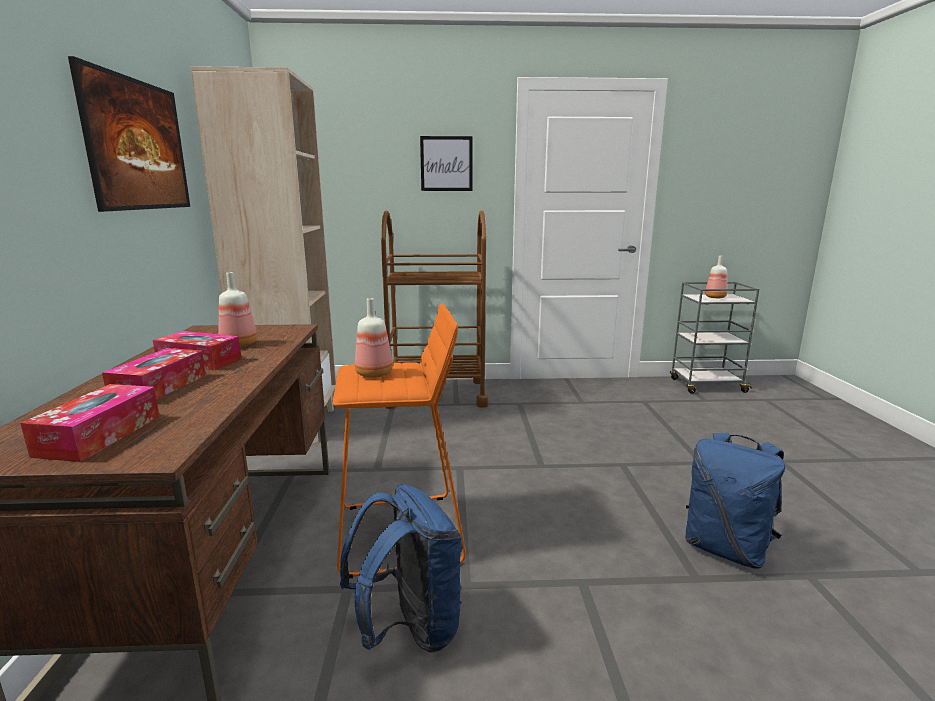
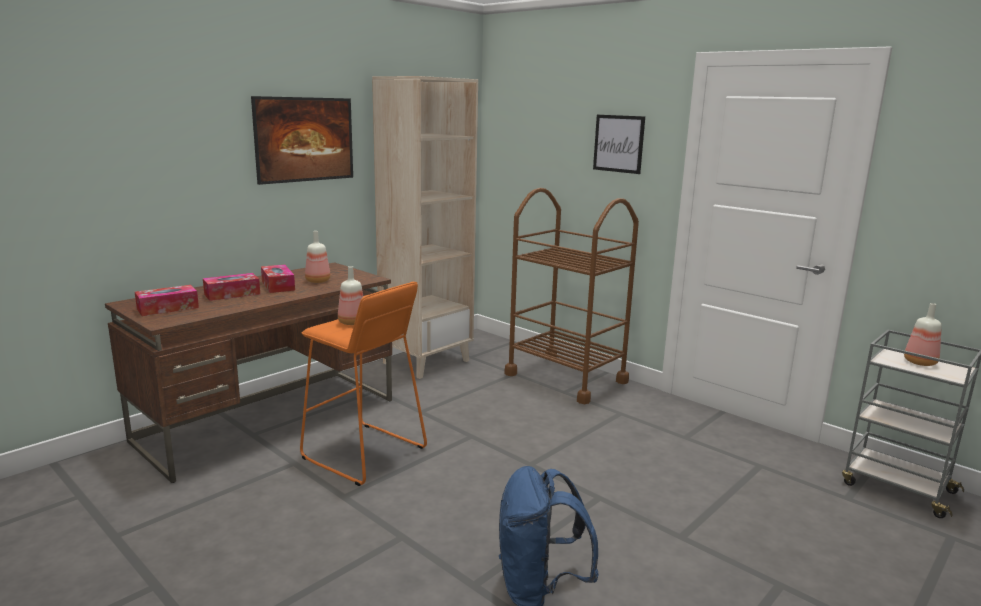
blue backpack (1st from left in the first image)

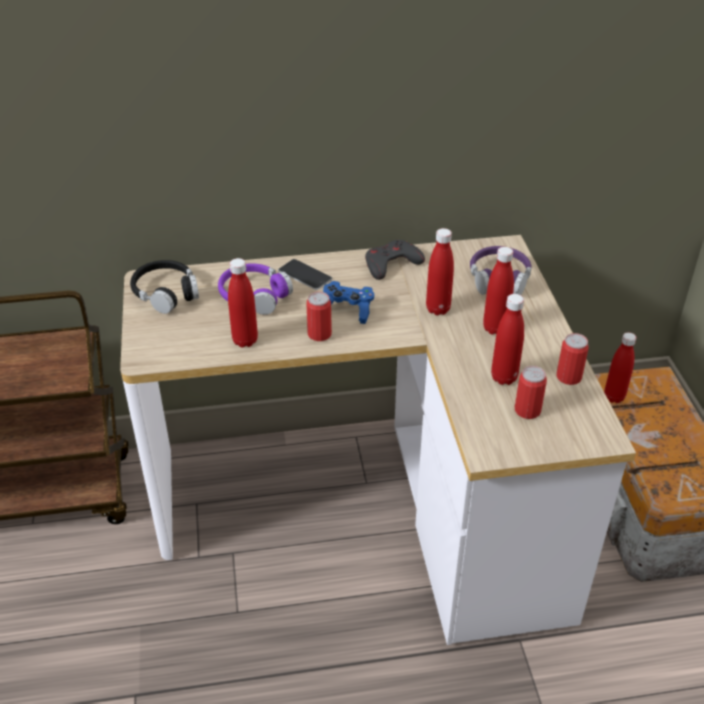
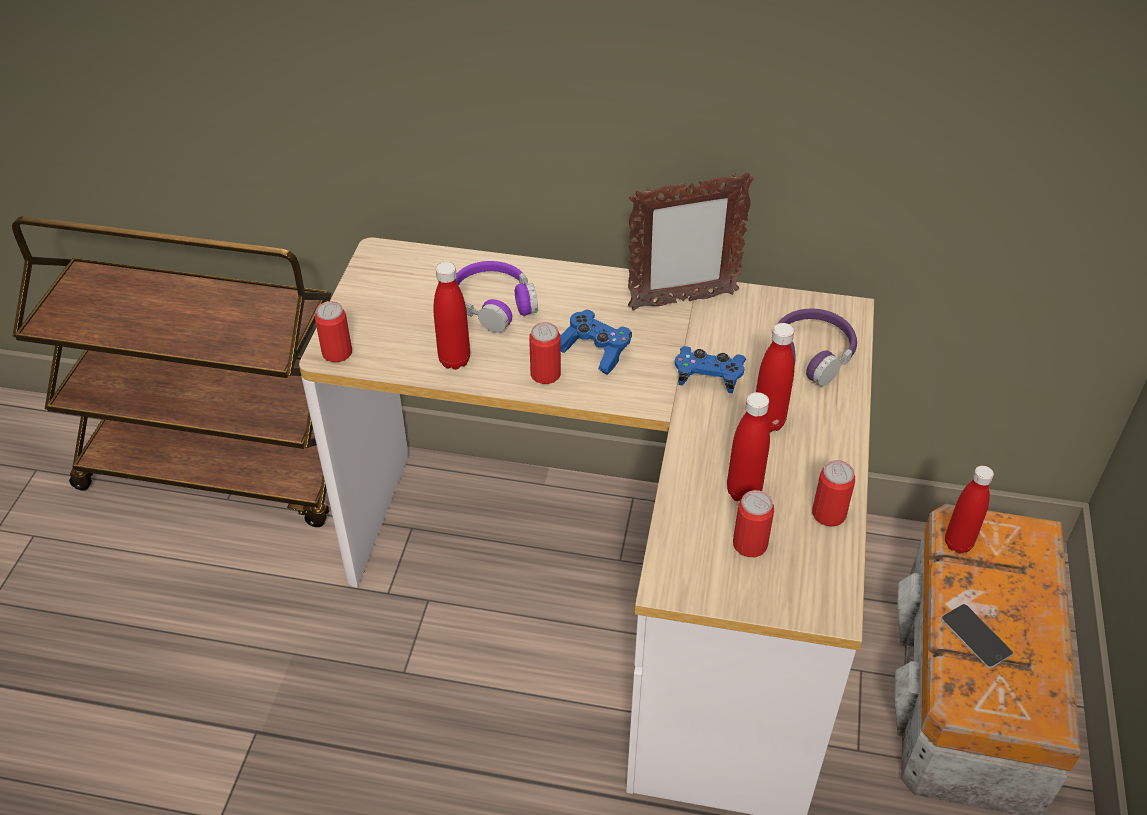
blue game controller (2nd from left)
picture frame
phone
black headphones
can (1st from left)

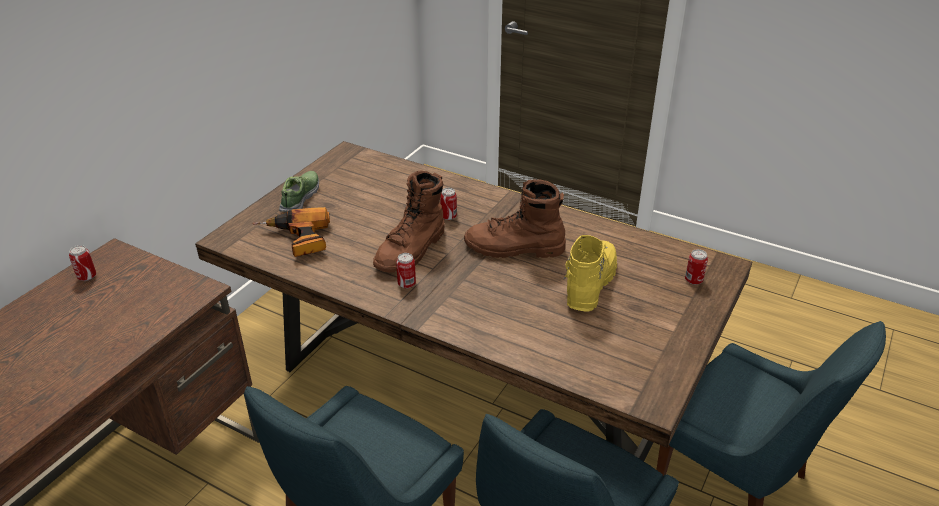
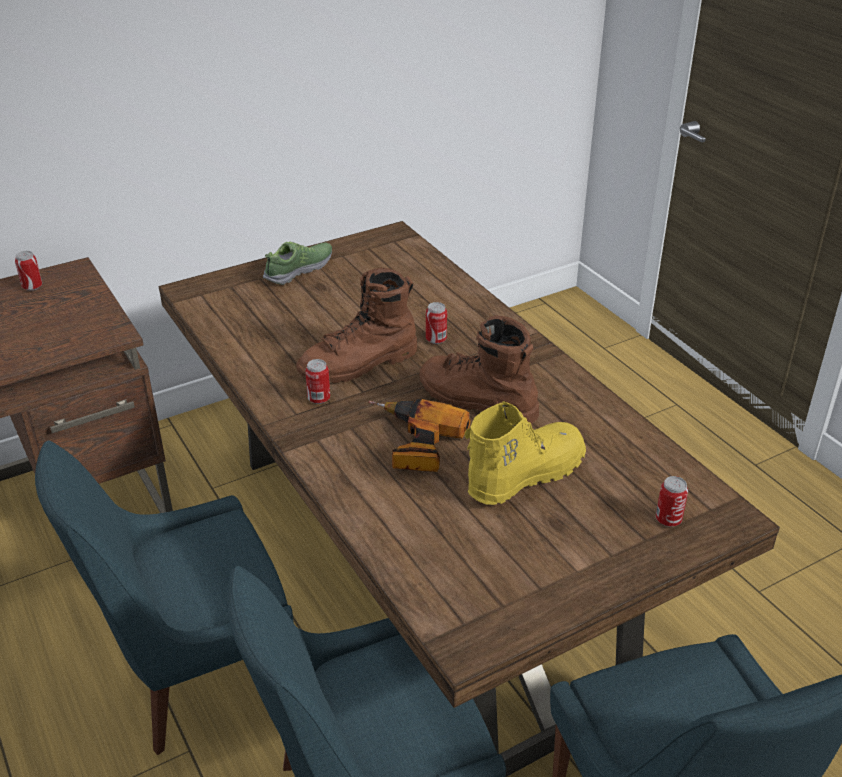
power drill

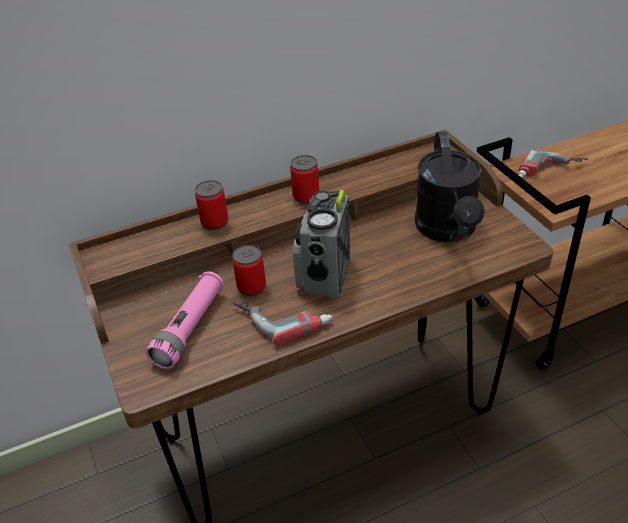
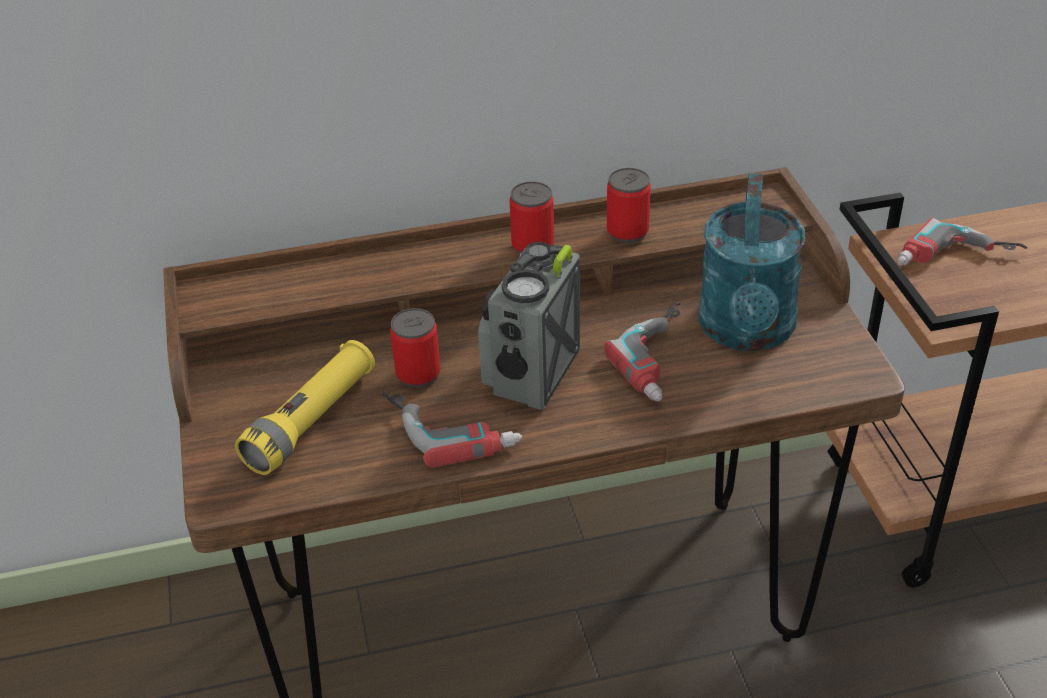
turquoise watering can
can (3rd from left)
yellow flashlight
power drill (2nd from left)

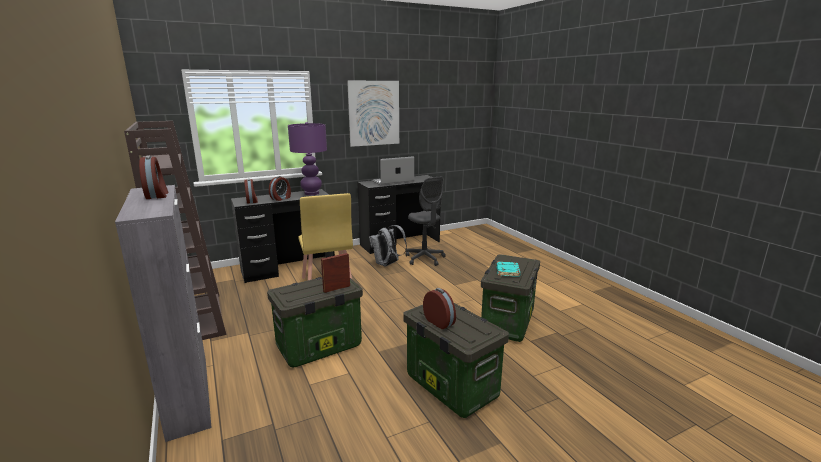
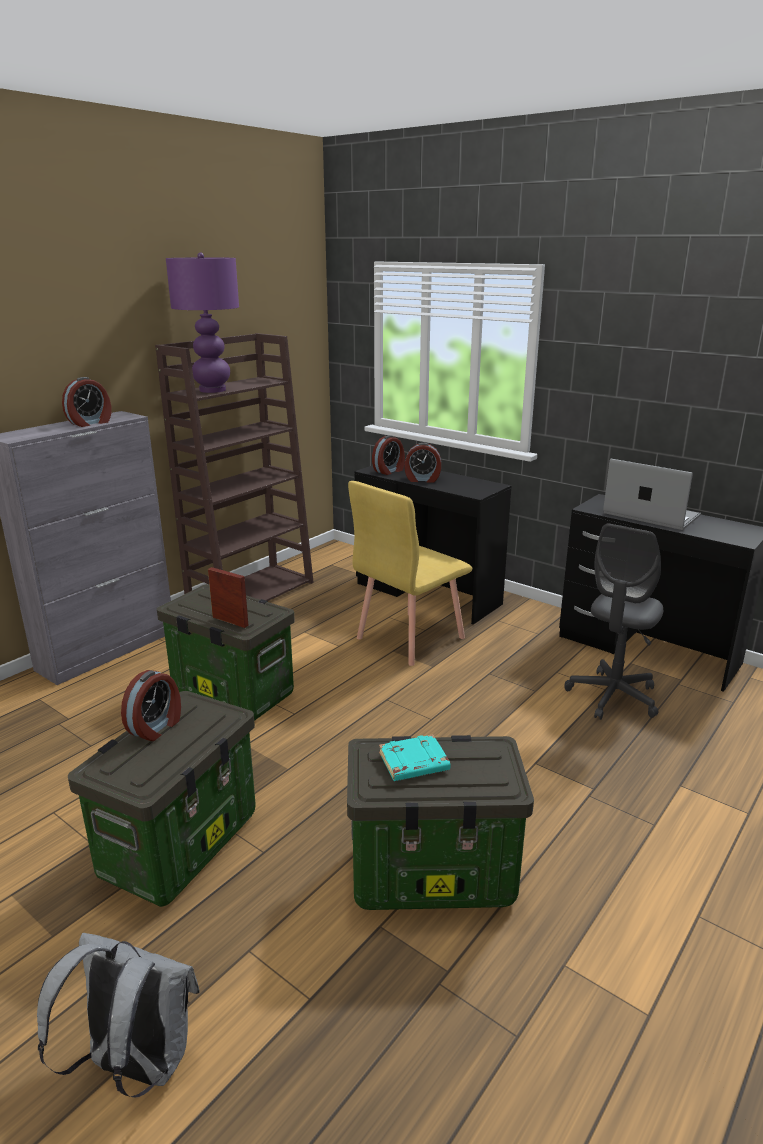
picture
purple table lamp
grey backpack

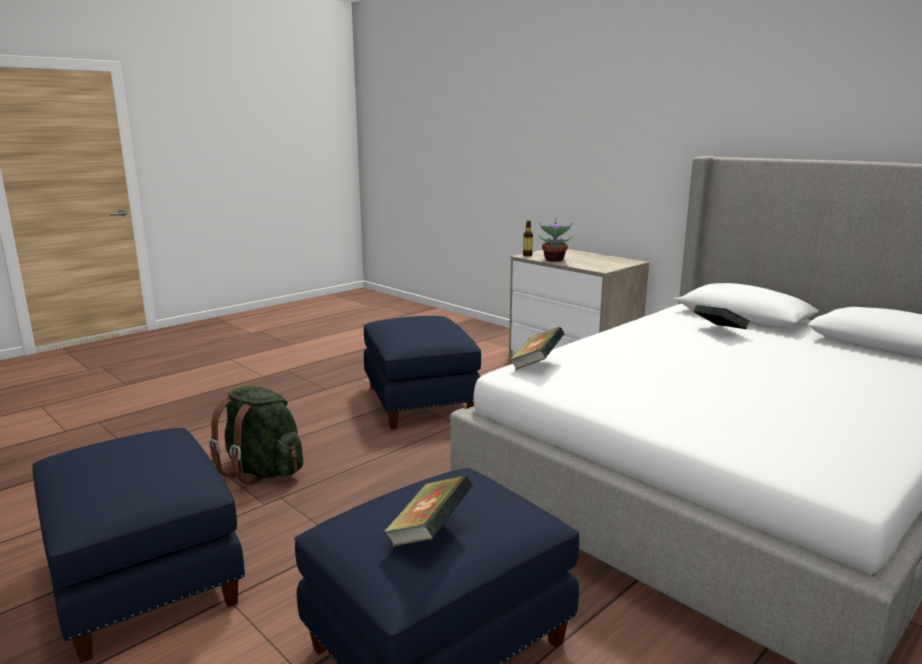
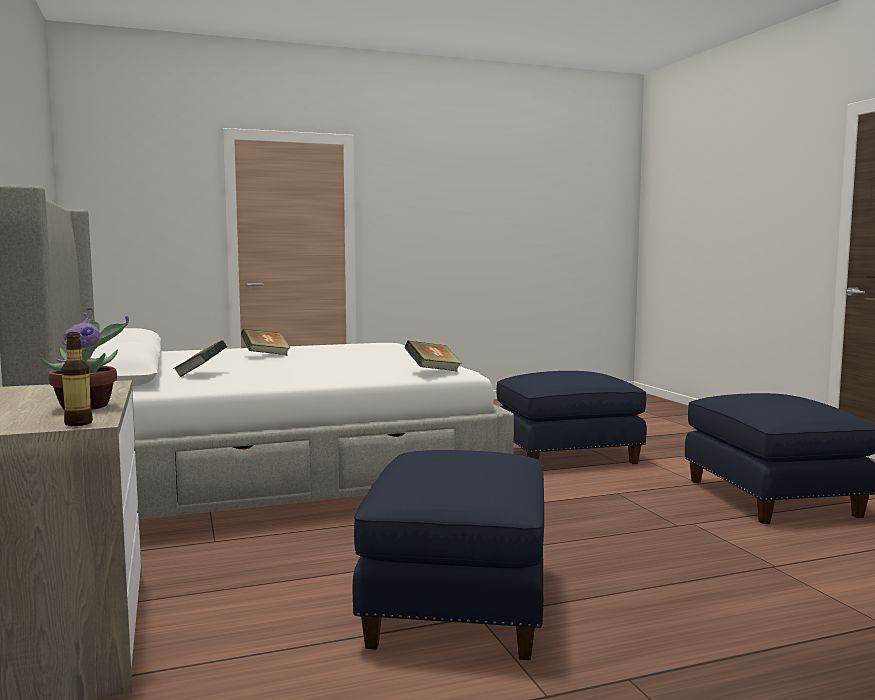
green backpack
book (2nd from left)

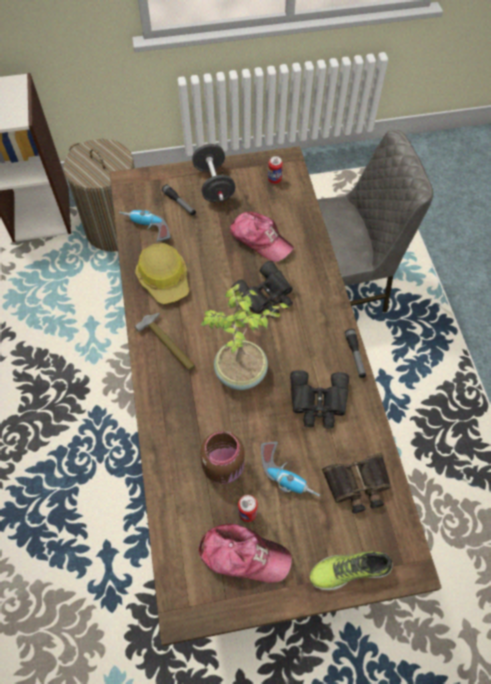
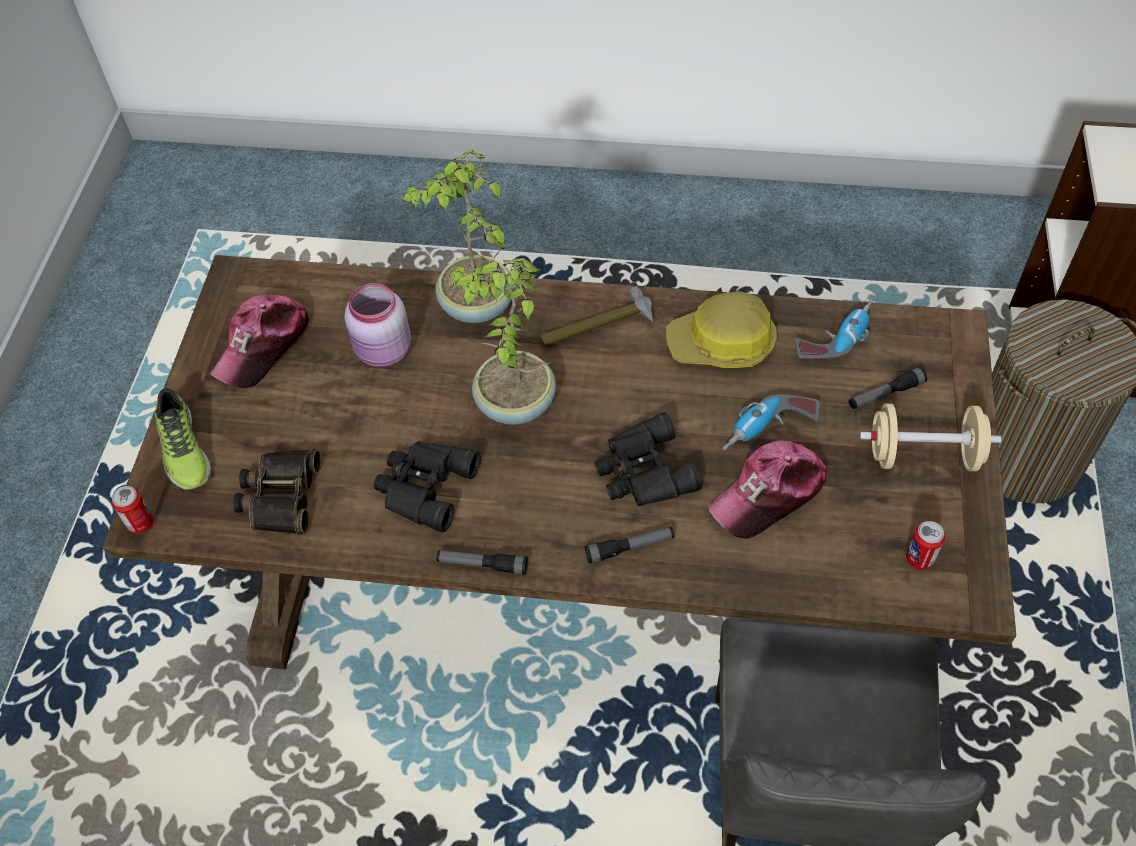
beige dumbbell
pink jar
power drill (1st from left)
can (1st from left)
shoe
potted plant (1st from left)
flashlight (2nd from left)

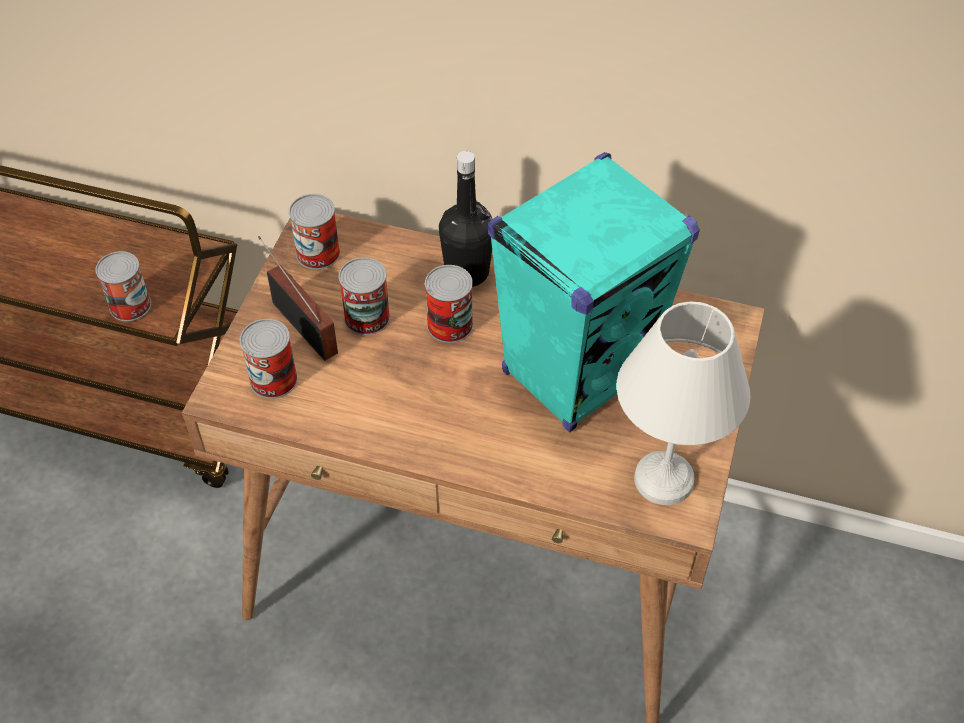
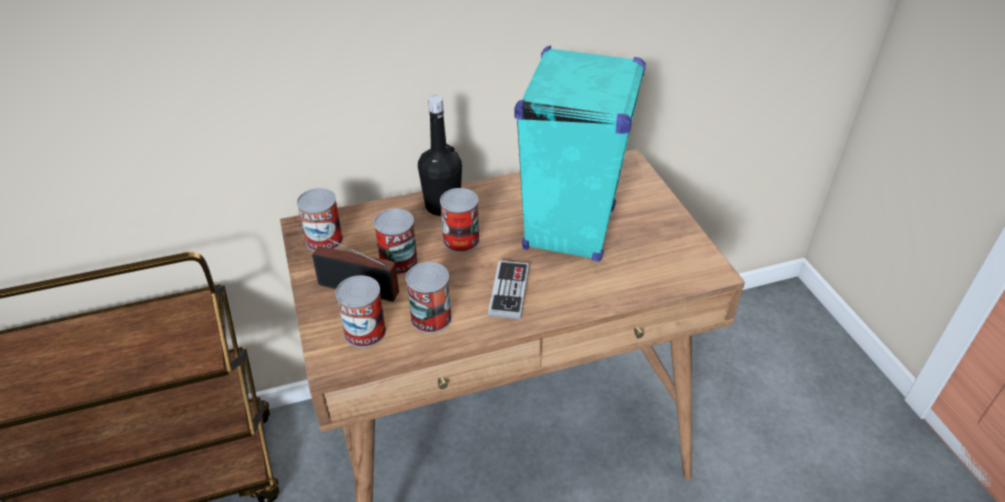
can (4th from left)
white table lamp
game controller

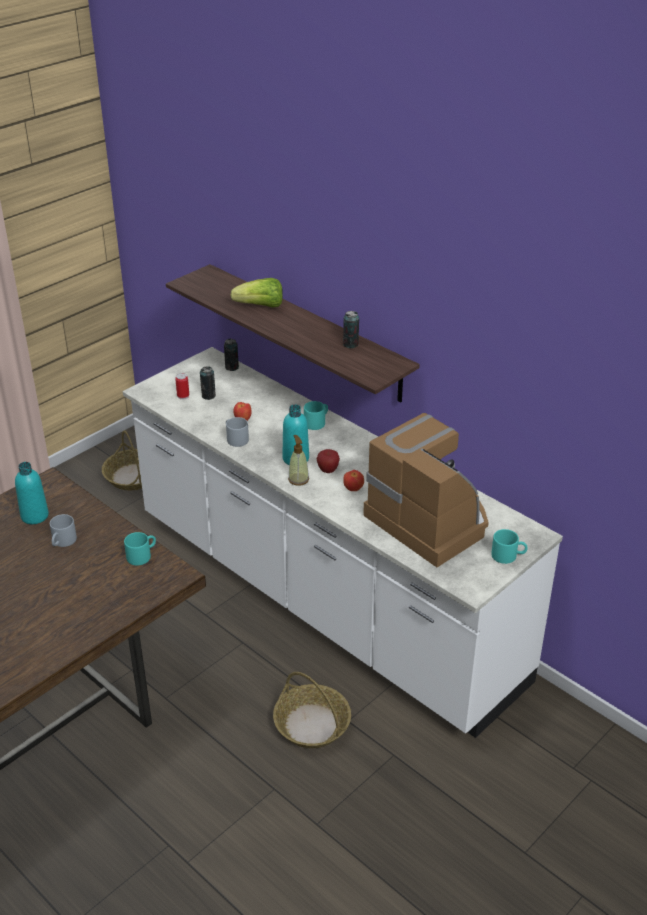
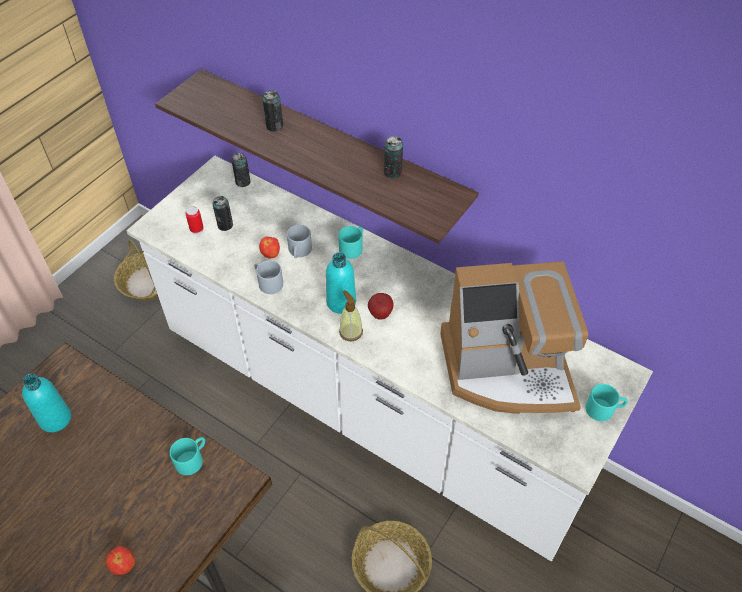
can (4th from left)
coffee machine
apple (1st from left)
grey mug (2nd from left)

